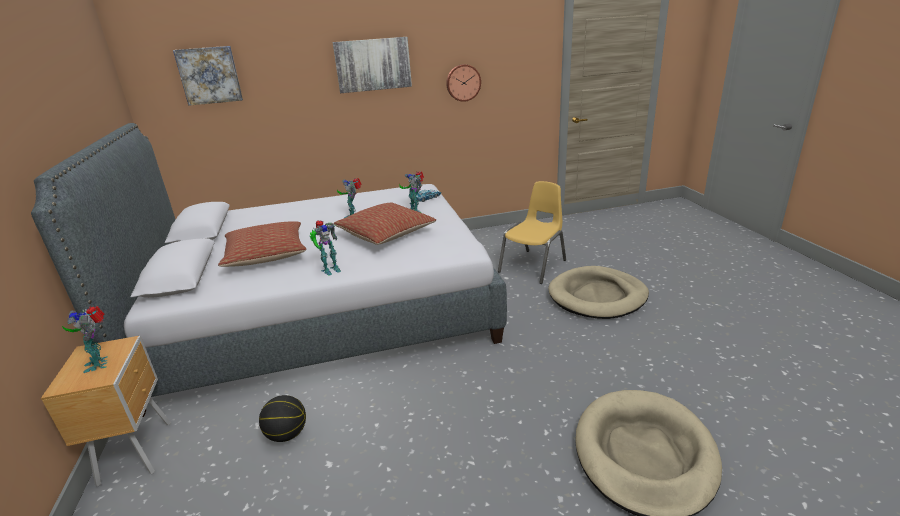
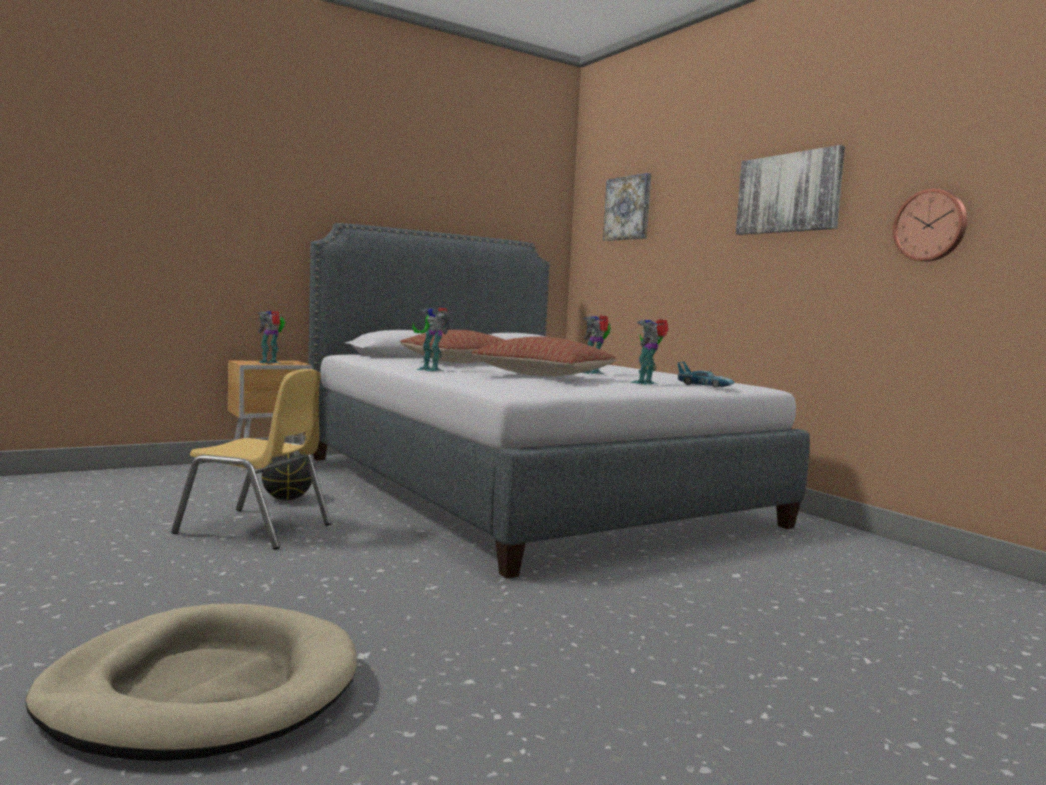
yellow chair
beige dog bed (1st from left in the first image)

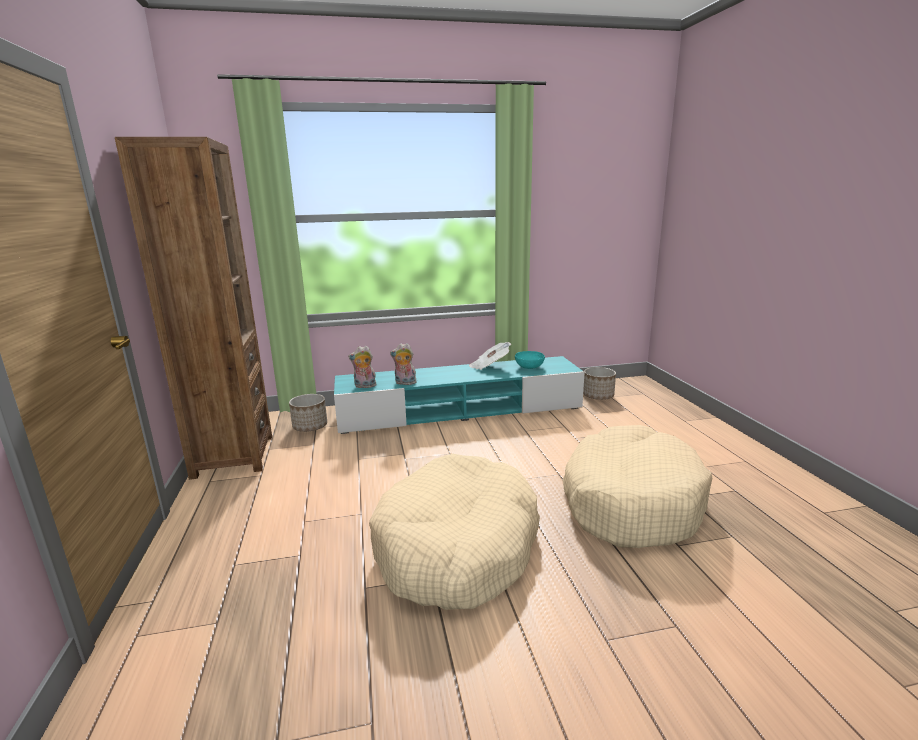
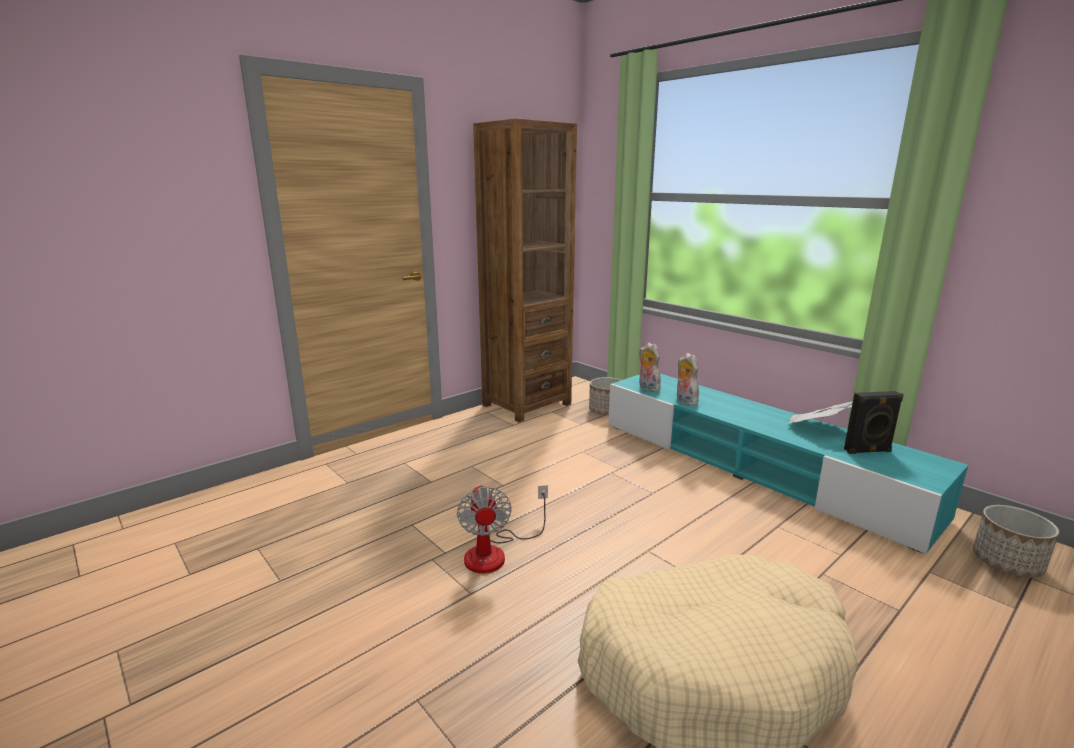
black speaker
fan

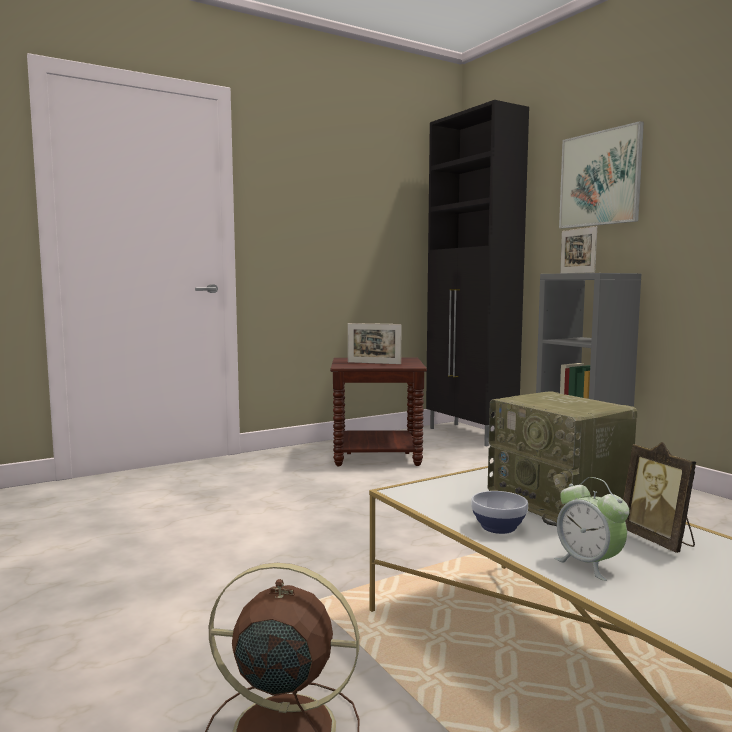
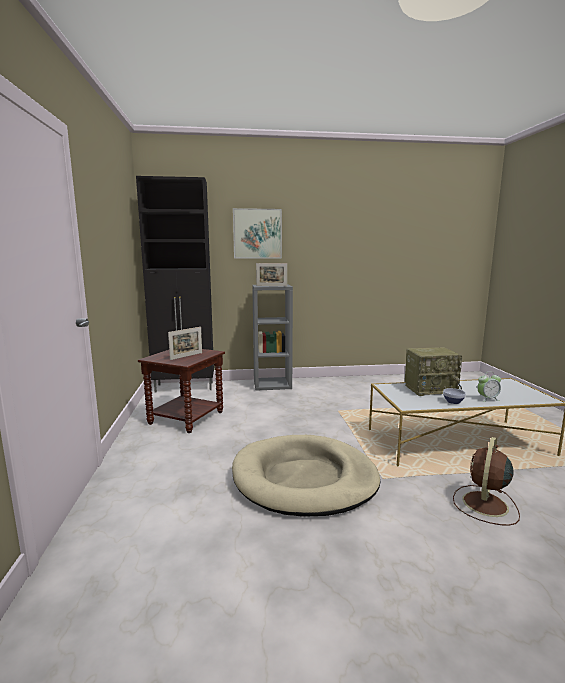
picture frame (3rd from left in the first image)
beige dog bed

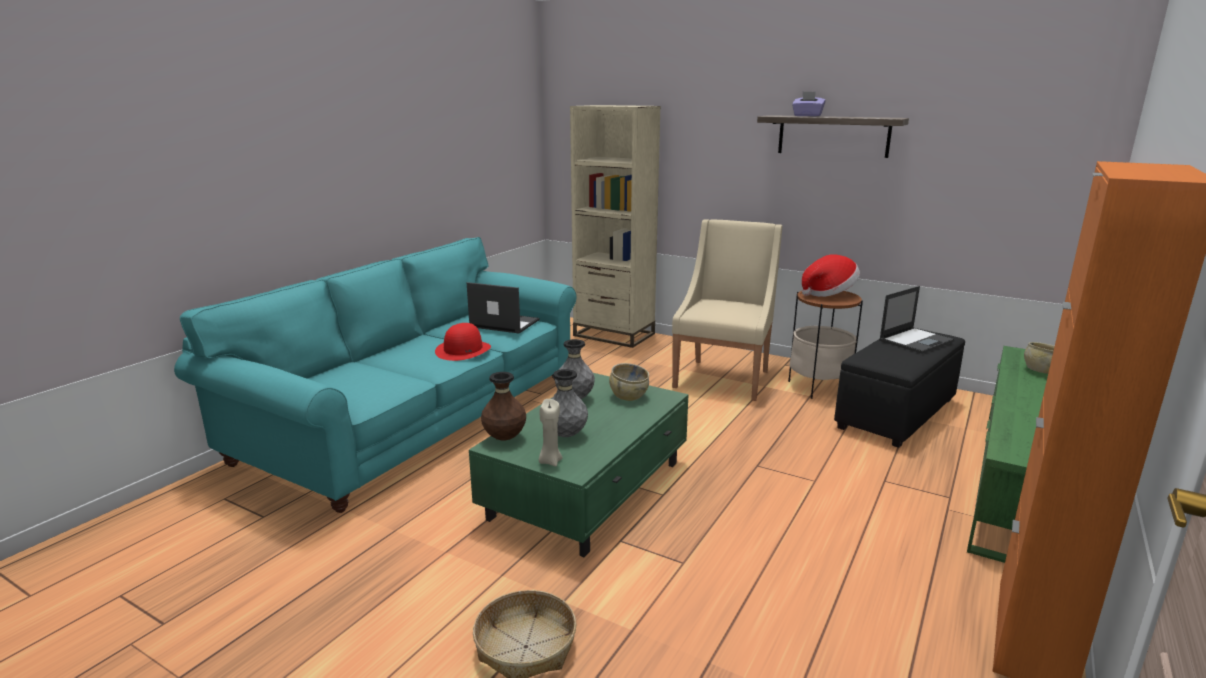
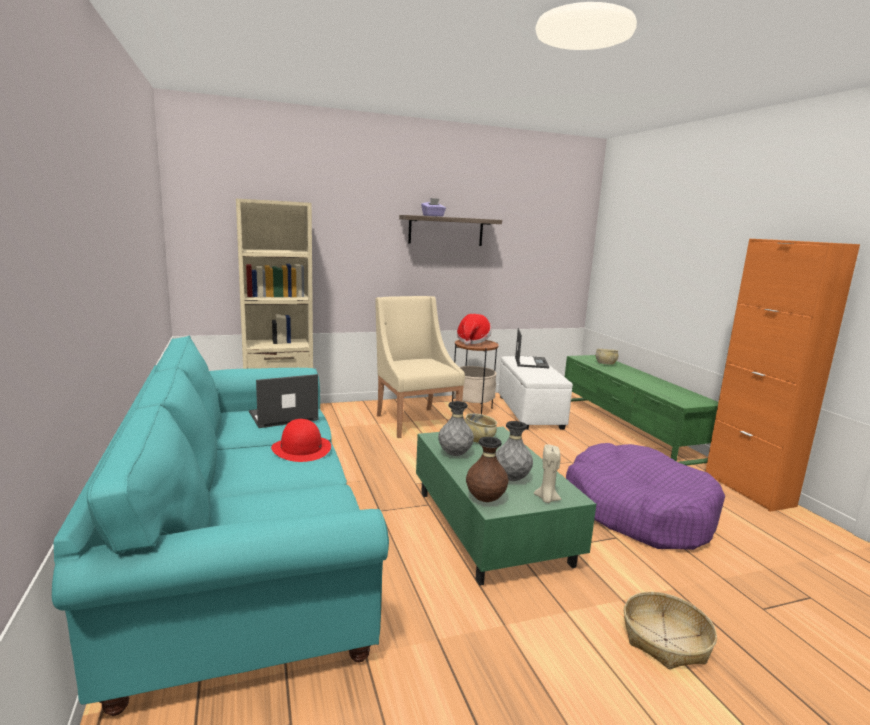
white ottoman
purple dog bed

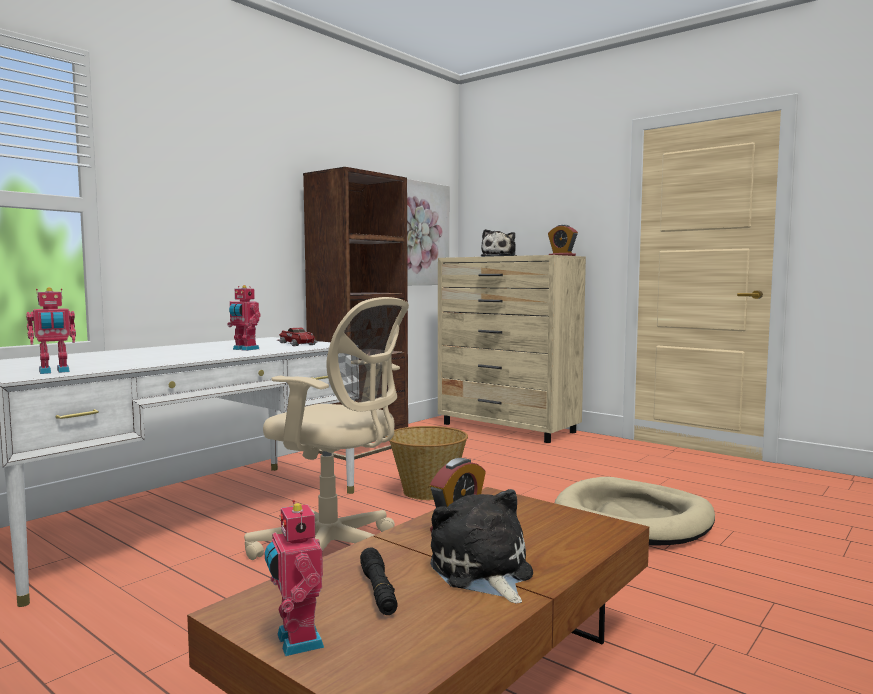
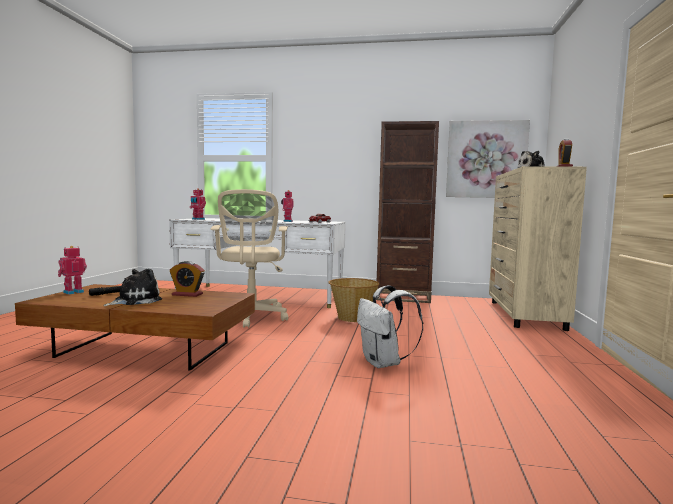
white backpack

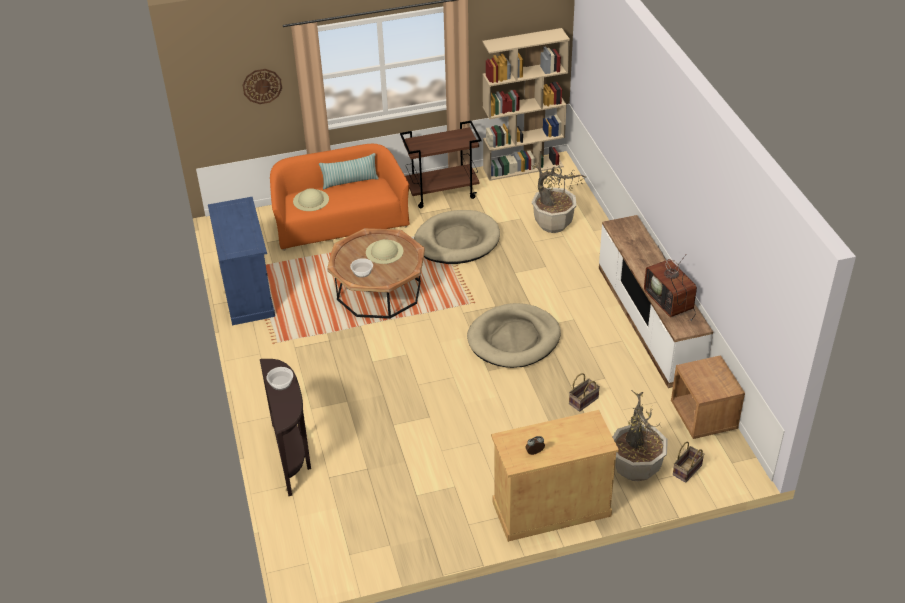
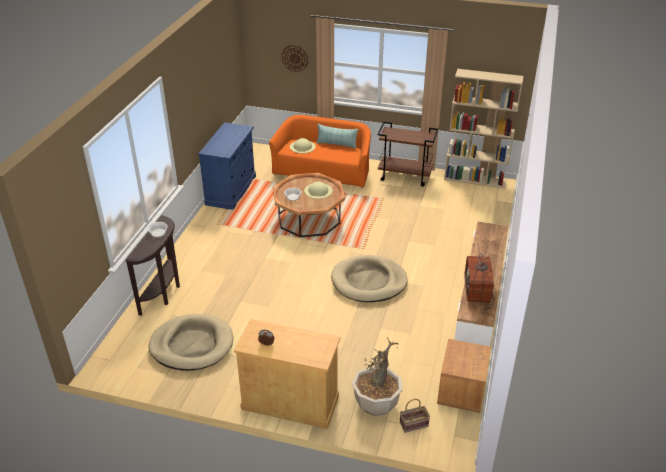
potted plant (1st from left in the first image)
beige dog bed (1st from left)
basket (1st from left in the first image)

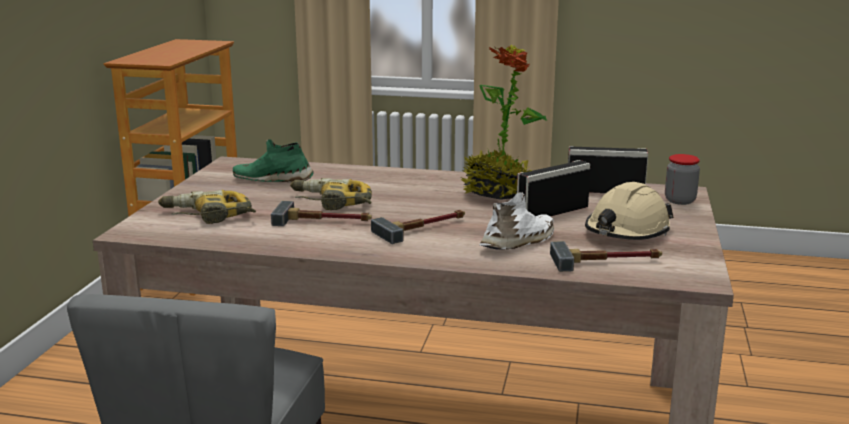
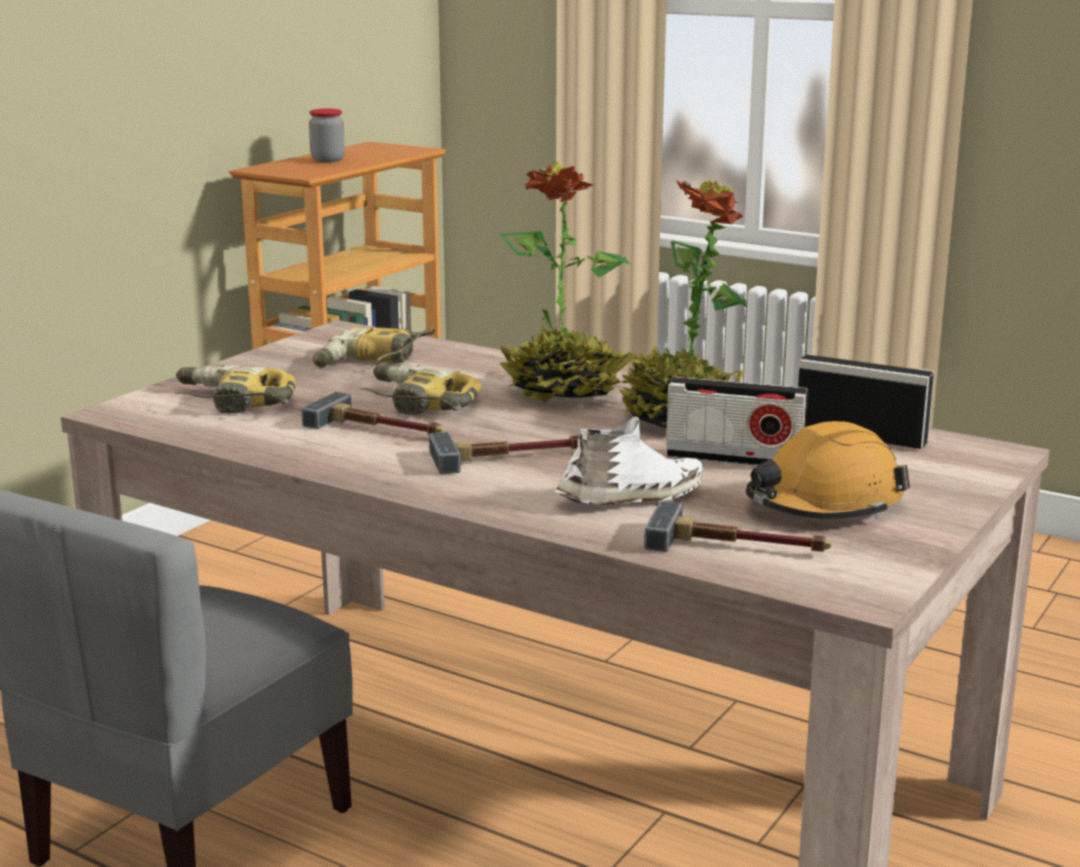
power drill (2nd from left)
jar
radio (1st from left)
orange hard hat
potted plant (1st from left)

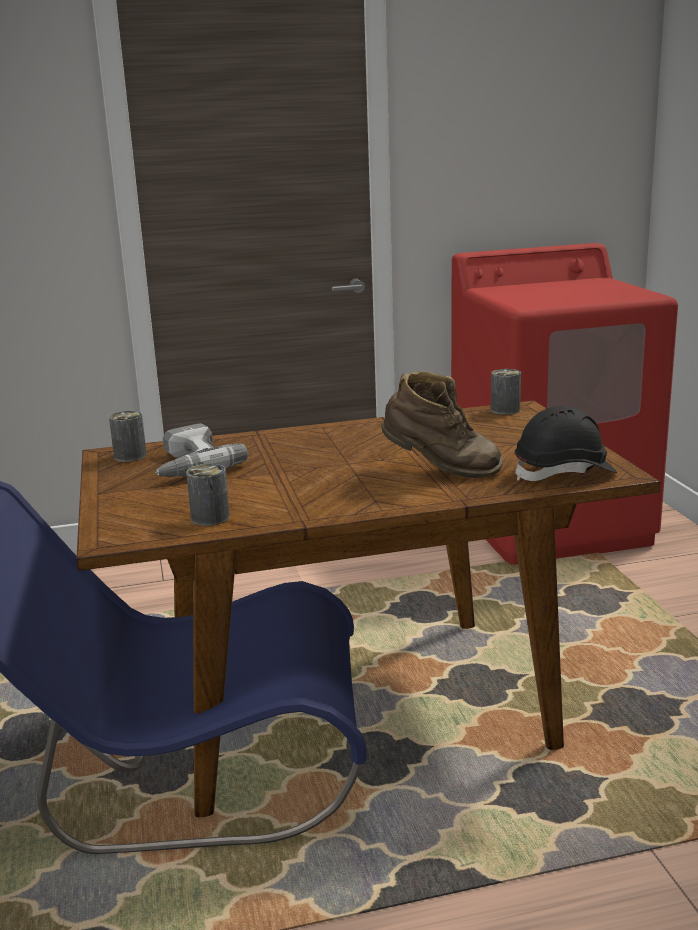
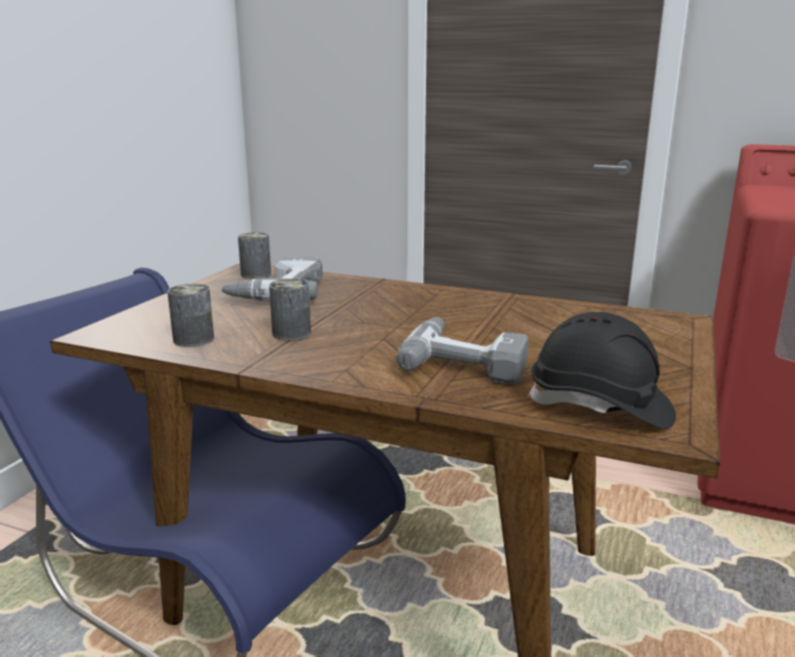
can (3rd from left)
power drill (2nd from left)

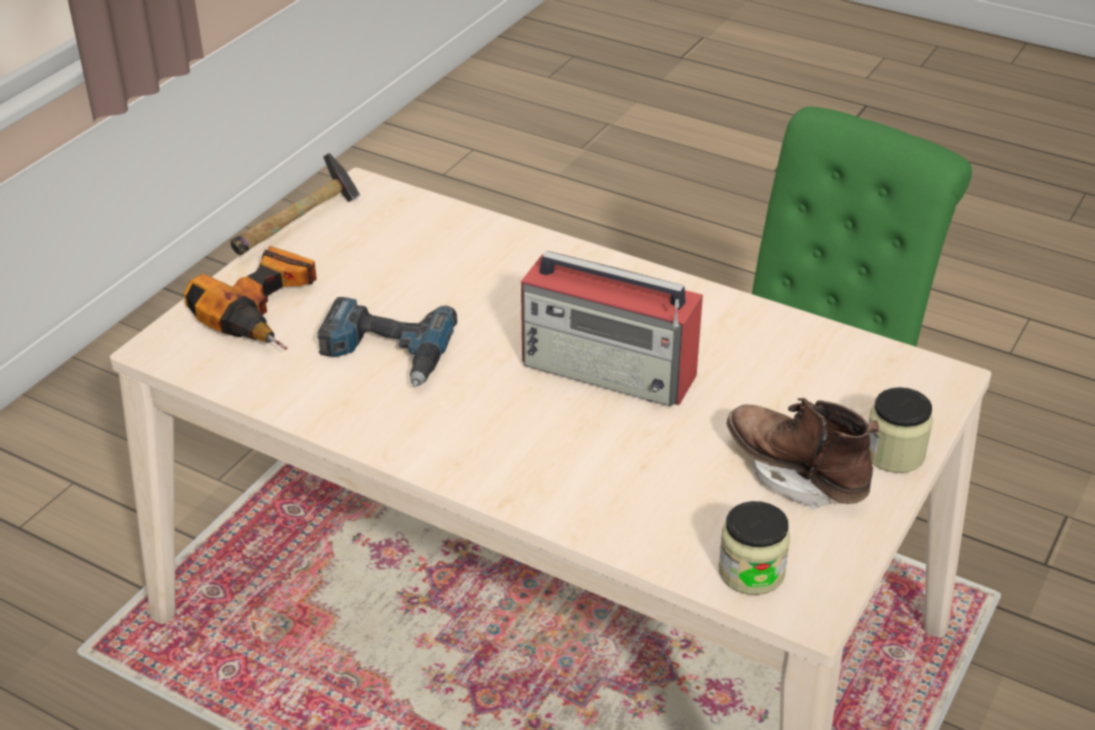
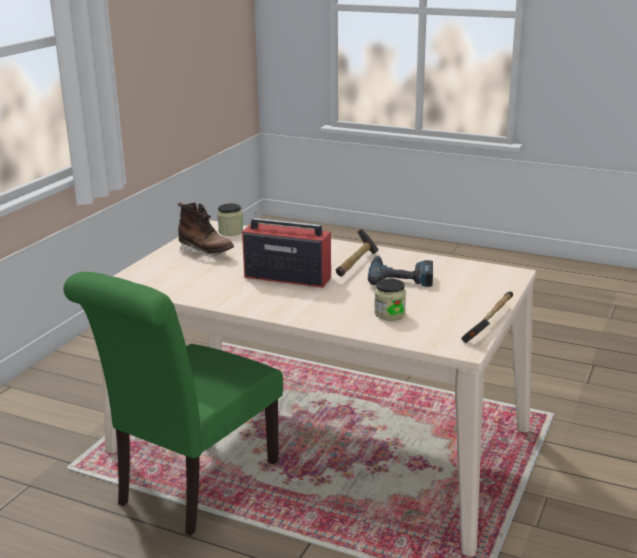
power drill (1st from left in the first image)
jar (2nd from left)
hammer (1st from left)

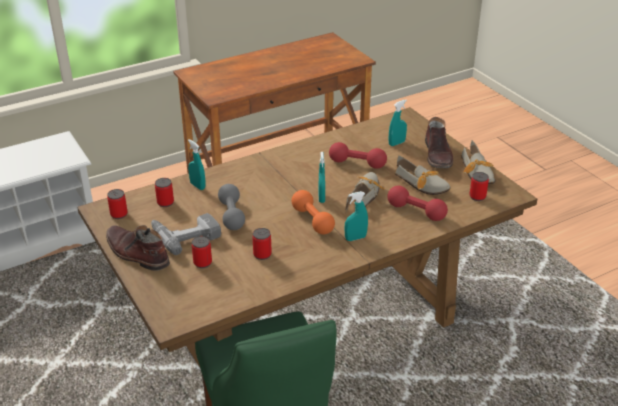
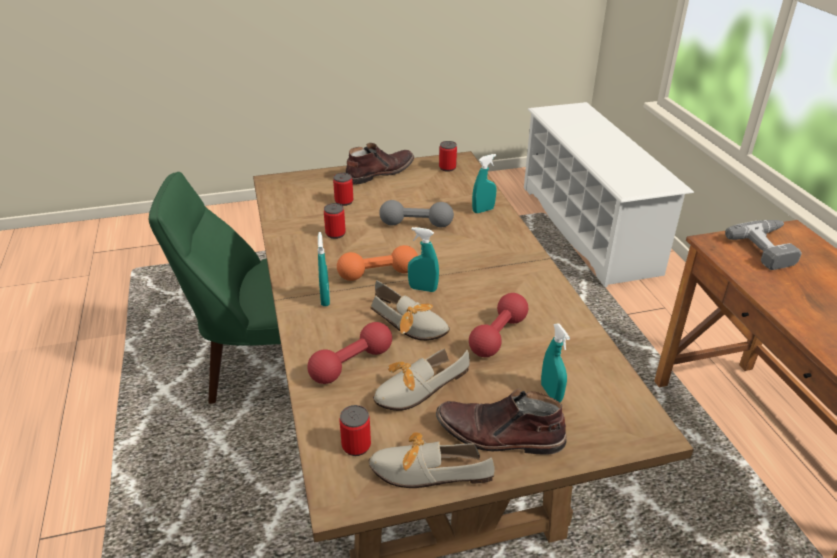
can (2nd from left in the first image)
power drill

